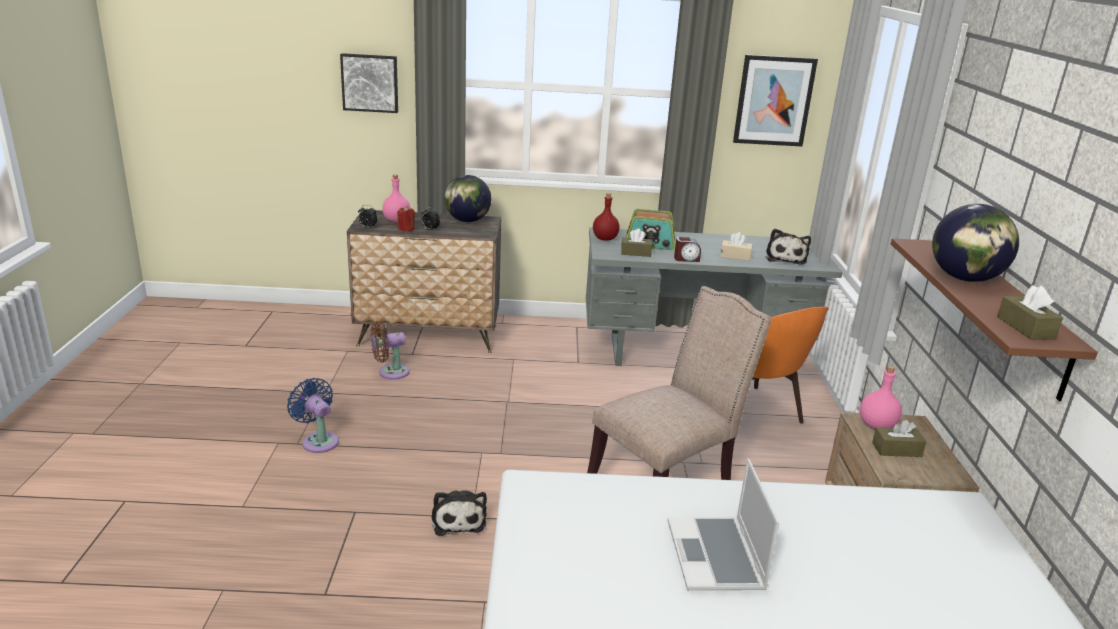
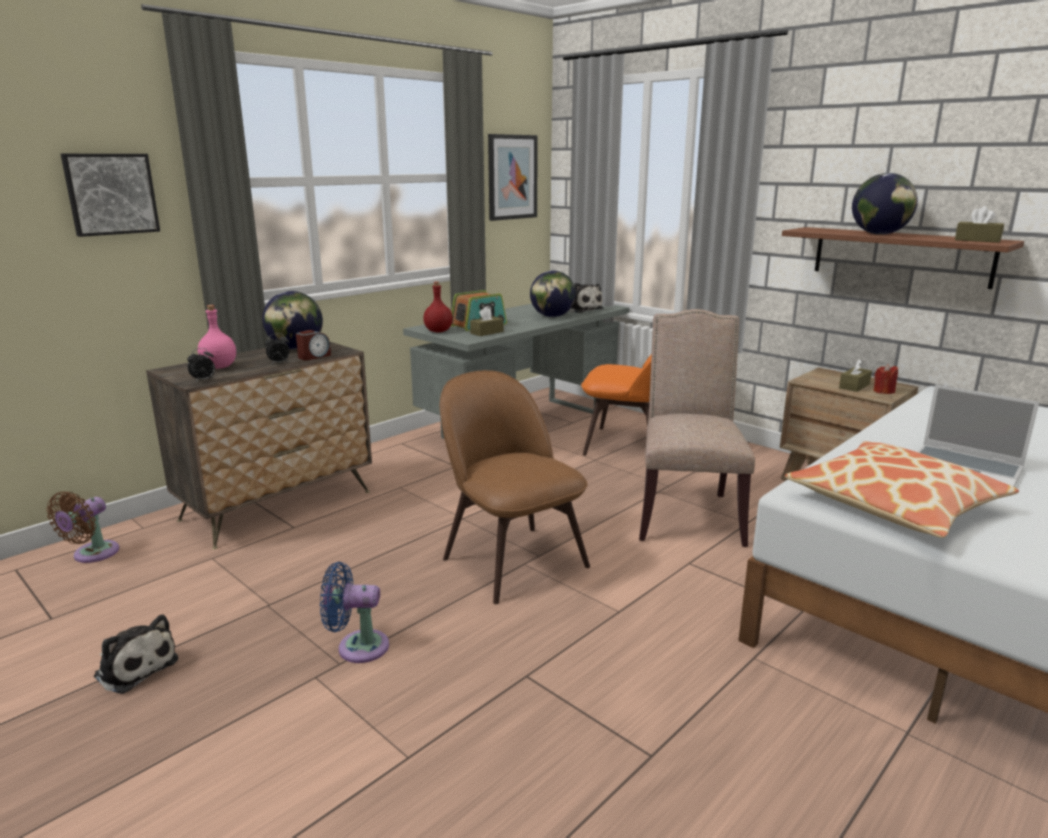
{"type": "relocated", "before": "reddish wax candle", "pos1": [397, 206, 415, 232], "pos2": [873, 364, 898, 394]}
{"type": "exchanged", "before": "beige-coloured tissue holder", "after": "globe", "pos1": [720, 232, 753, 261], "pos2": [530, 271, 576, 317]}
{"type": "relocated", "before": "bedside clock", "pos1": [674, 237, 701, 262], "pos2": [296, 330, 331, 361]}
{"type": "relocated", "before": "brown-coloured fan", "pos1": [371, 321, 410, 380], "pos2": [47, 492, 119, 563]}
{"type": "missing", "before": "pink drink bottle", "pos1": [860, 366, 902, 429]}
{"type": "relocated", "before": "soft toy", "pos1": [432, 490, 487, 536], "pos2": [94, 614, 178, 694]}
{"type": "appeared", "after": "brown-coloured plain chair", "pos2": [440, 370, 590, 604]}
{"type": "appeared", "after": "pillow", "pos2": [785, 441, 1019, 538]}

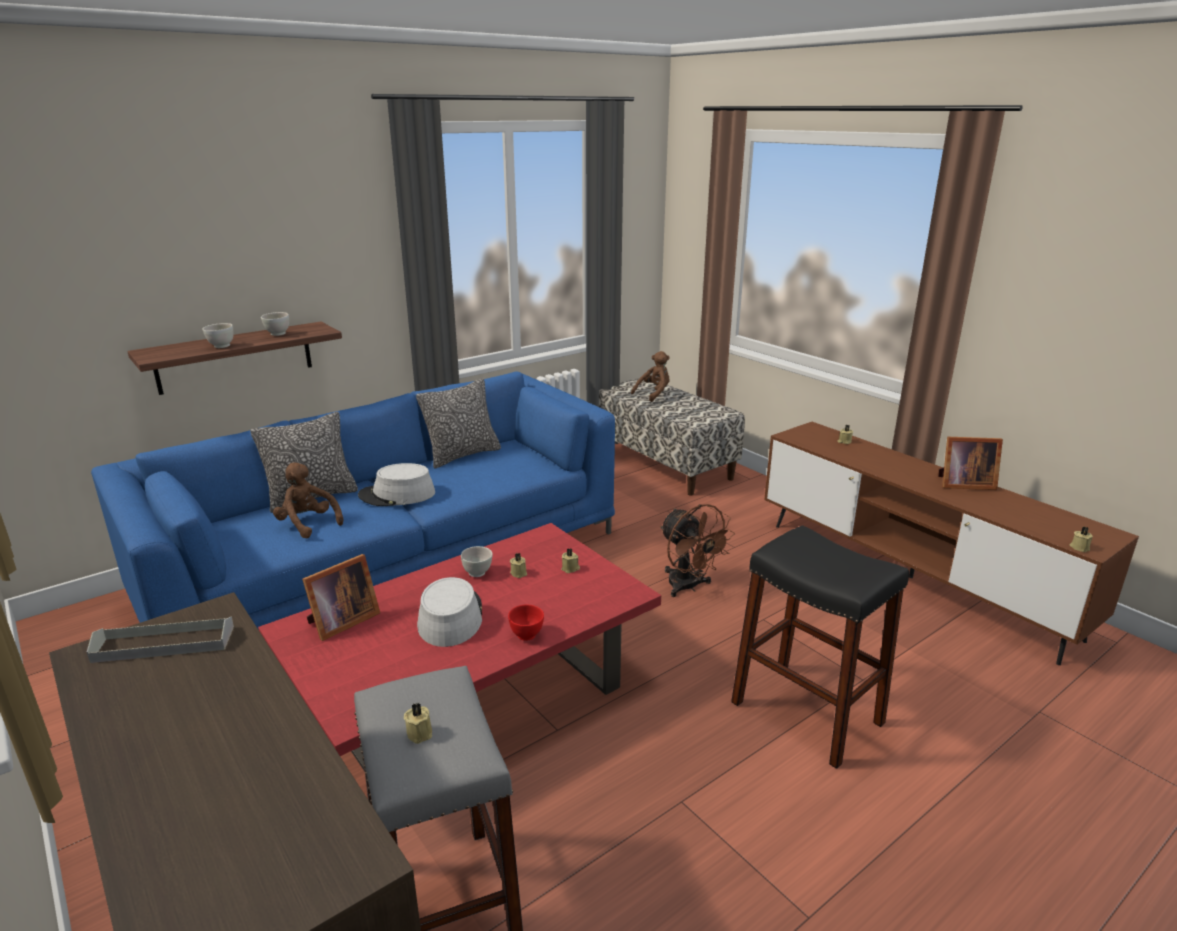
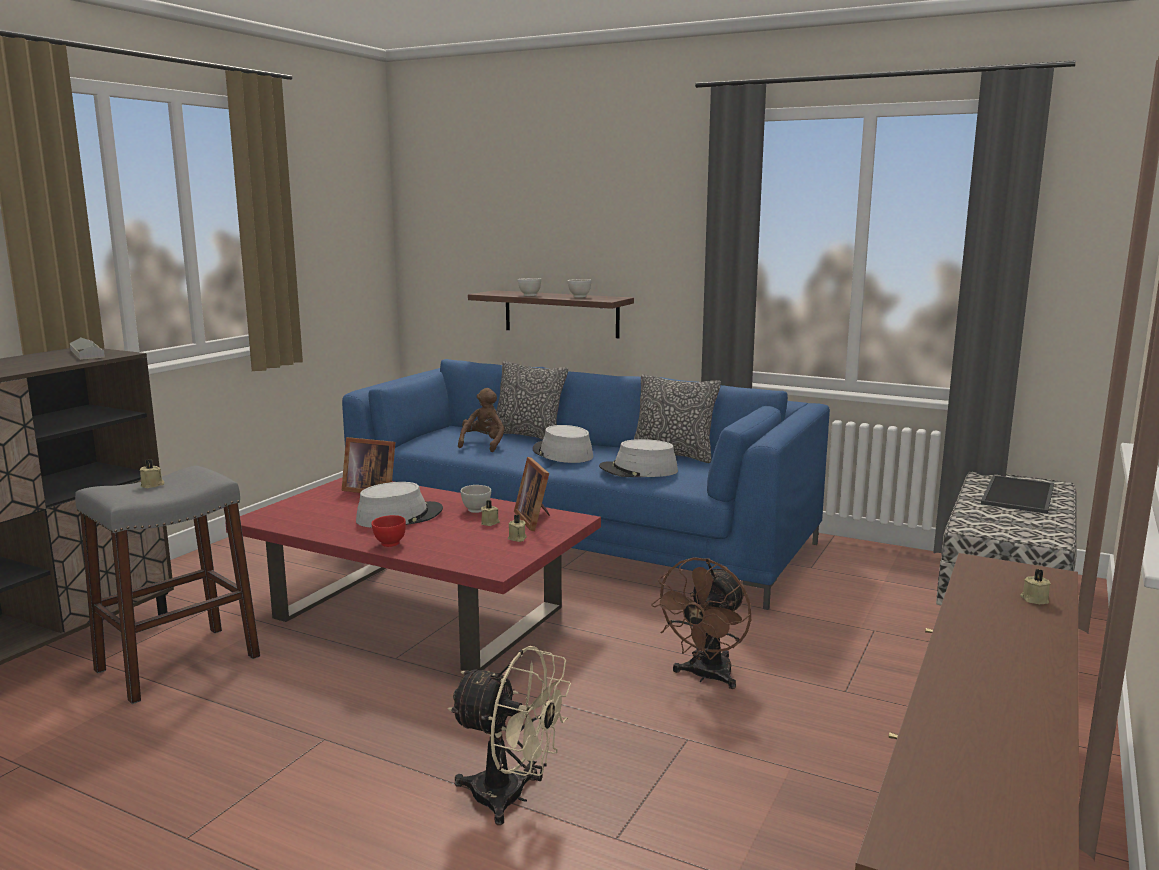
{"type": "exchanged", "before": "brown-coloured soft toy", "after": "serving tray", "pos1": [631, 351, 670, 402], "pos2": [981, 475, 1054, 514]}
{"type": "relocated", "before": "photo frame", "pos1": [939, 437, 1003, 490], "pos2": [514, 457, 550, 531]}
{"type": "exchanged", "before": "black stool", "after": "beige-coloured fan", "pos1": [731, 525, 909, 769], "pos2": [448, 646, 571, 825]}
{"type": "missing", "before": "beige-coloured wax candle", "pos1": [1070, 526, 1093, 552]}
{"type": "appeared", "after": "greyish clothing hat", "pos2": [599, 439, 678, 477]}

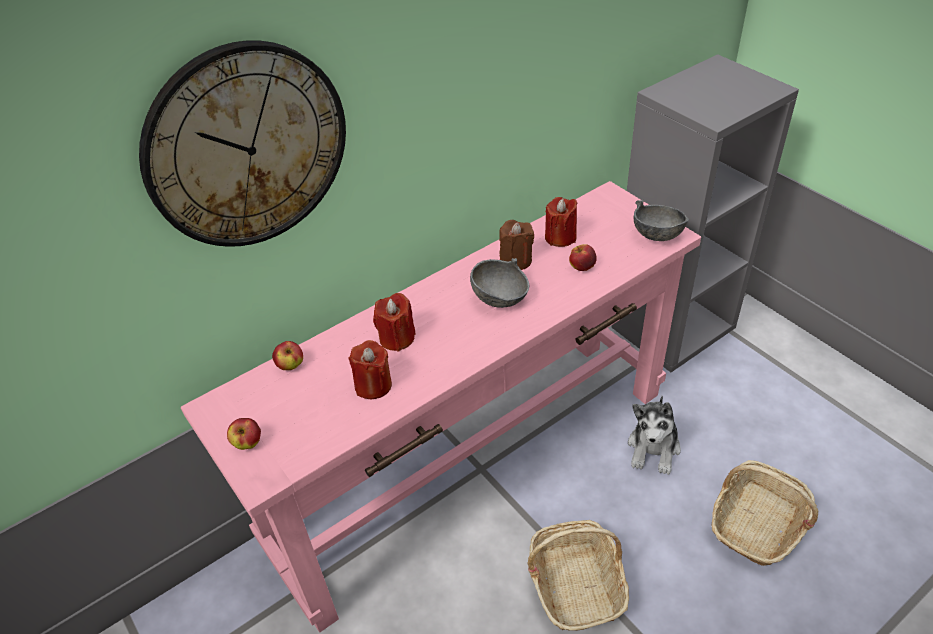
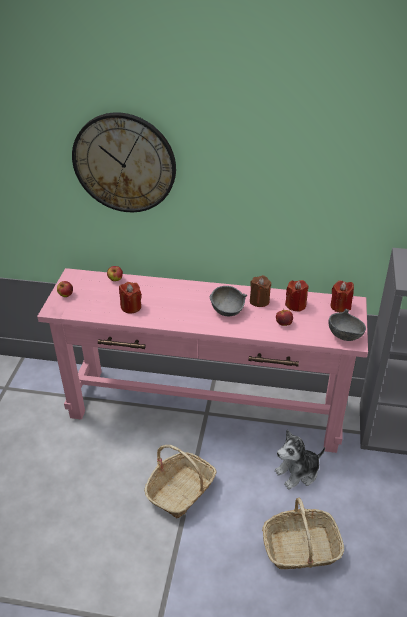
{"type": "relocated", "before": "reddish wax candle", "pos1": [373, 293, 416, 352], "pos2": [330, 280, 354, 312]}

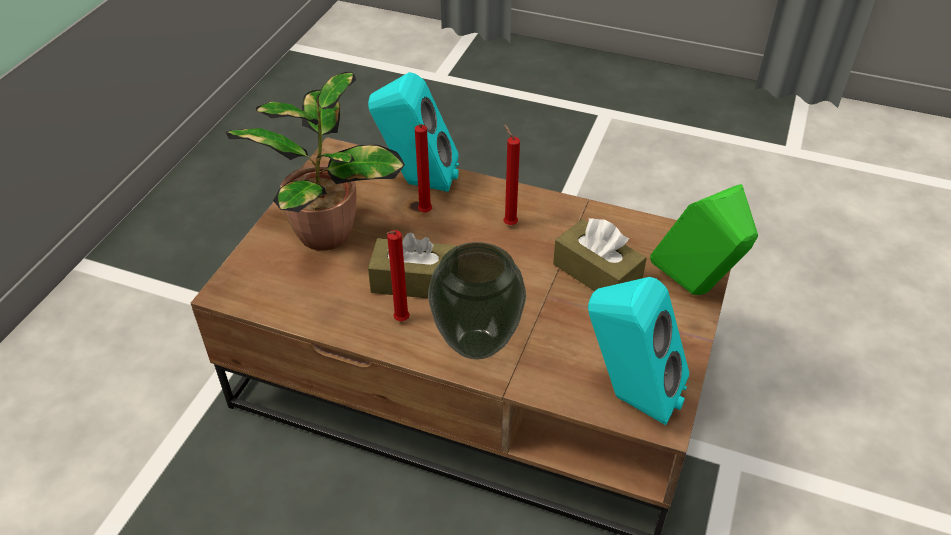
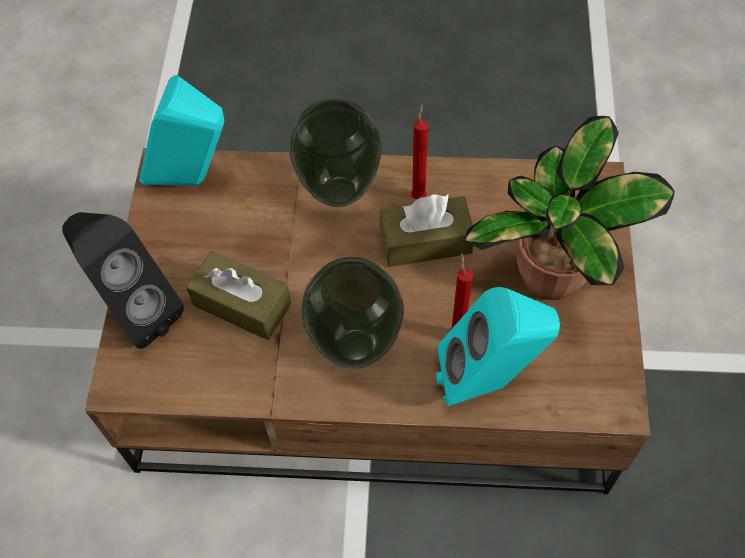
{"type": "exchanged", "before": "reddish wax candle", "after": "decorative vase", "pos1": [504, 124, 520, 225], "pos2": [301, 257, 404, 369]}
{"type": "colour", "before": "green-coloured speaker", "after": "black speaker", "pos1": [650, 184, 758, 295], "pos2": [63, 212, 184, 349]}

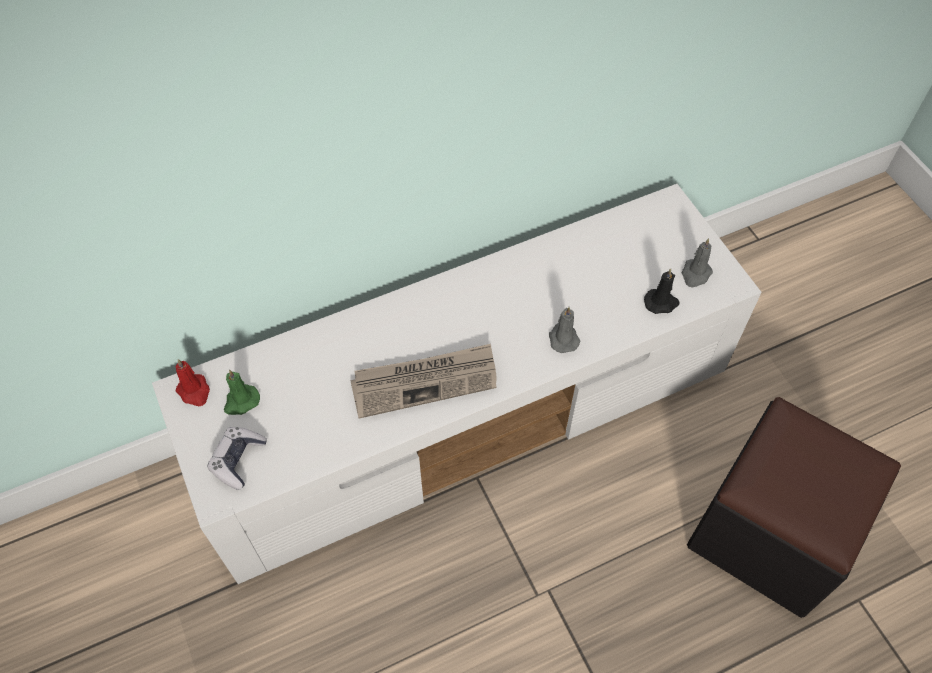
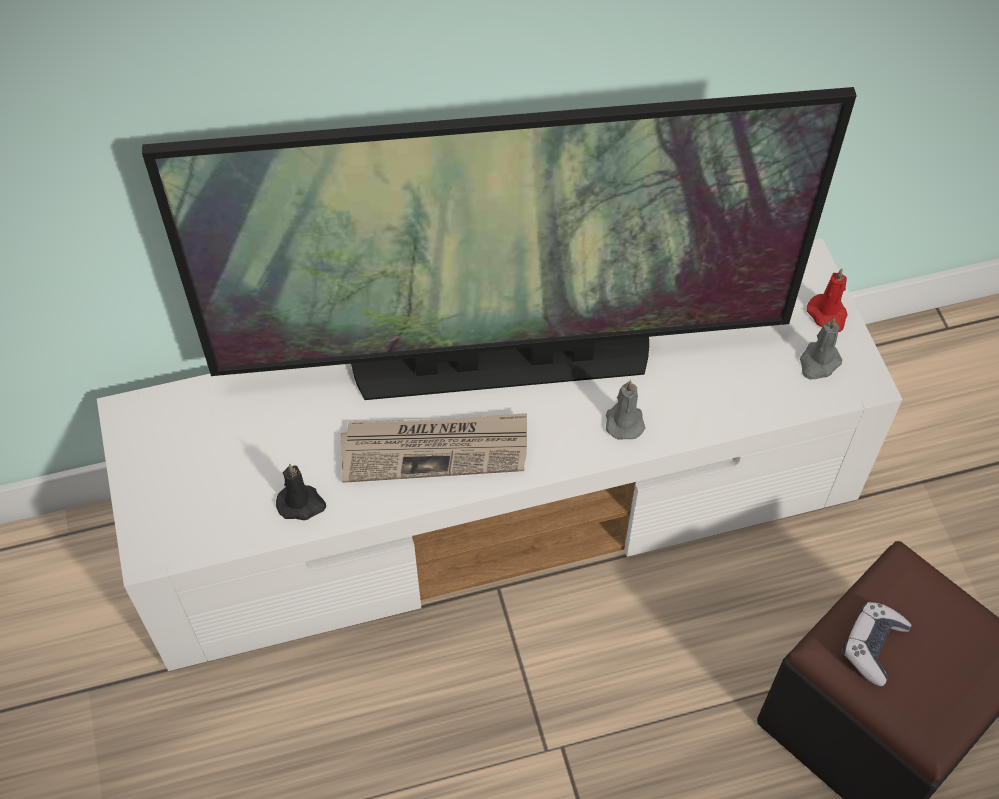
{"type": "relocated", "before": "black wax candle", "pos1": [644, 269, 680, 314], "pos2": [276, 464, 326, 520]}
{"type": "relocated", "before": "reddish wax candle", "pos1": [175, 359, 210, 406], "pos2": [807, 268, 848, 332]}
{"type": "missing", "before": "green-coloured wax candle", "pos1": [224, 370, 260, 415]}
{"type": "relocated", "before": "gamepad", "pos1": [208, 427, 267, 490], "pos2": [842, 602, 911, 686]}
{"type": "appeared", "after": "TV set", "pos2": [142, 87, 857, 400]}

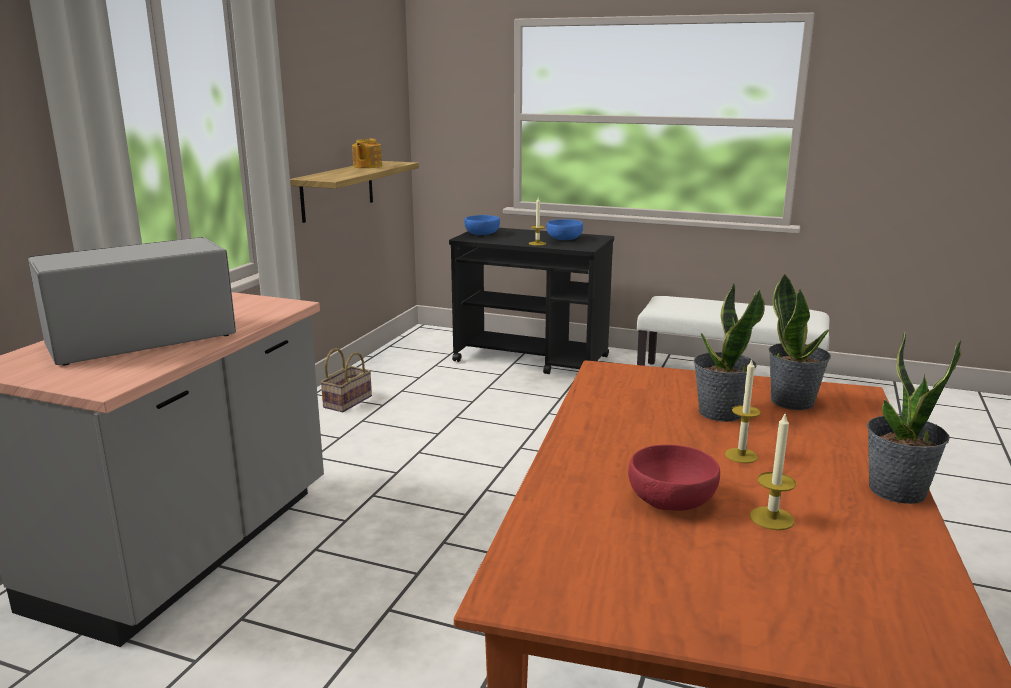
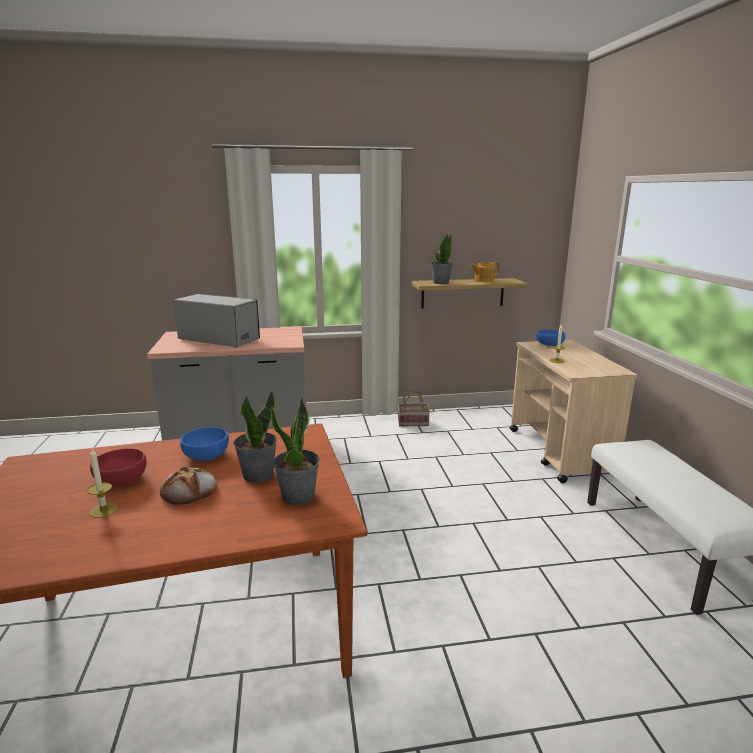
{"type": "relocated", "before": "blue bowl", "pos1": [547, 219, 583, 240], "pos2": [180, 427, 229, 461]}
{"type": "colour", "before": "black cart", "after": "beige-coloured cart", "pos1": [449, 228, 614, 374], "pos2": [510, 340, 637, 483]}
{"type": "relocated", "before": "potted plant", "pos1": [867, 332, 961, 504], "pos2": [431, 234, 453, 284]}
{"type": "exchanged", "before": "wax candle", "after": "bakery bread", "pos1": [725, 359, 761, 463], "pos2": [160, 466, 217, 505]}

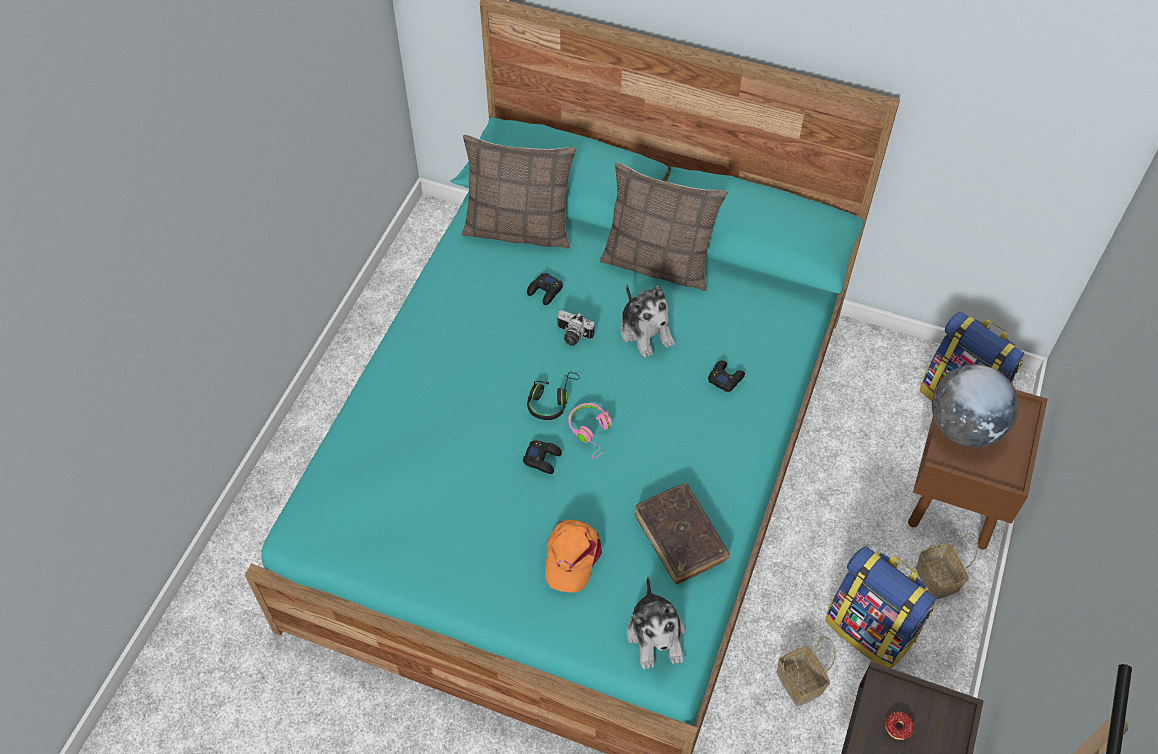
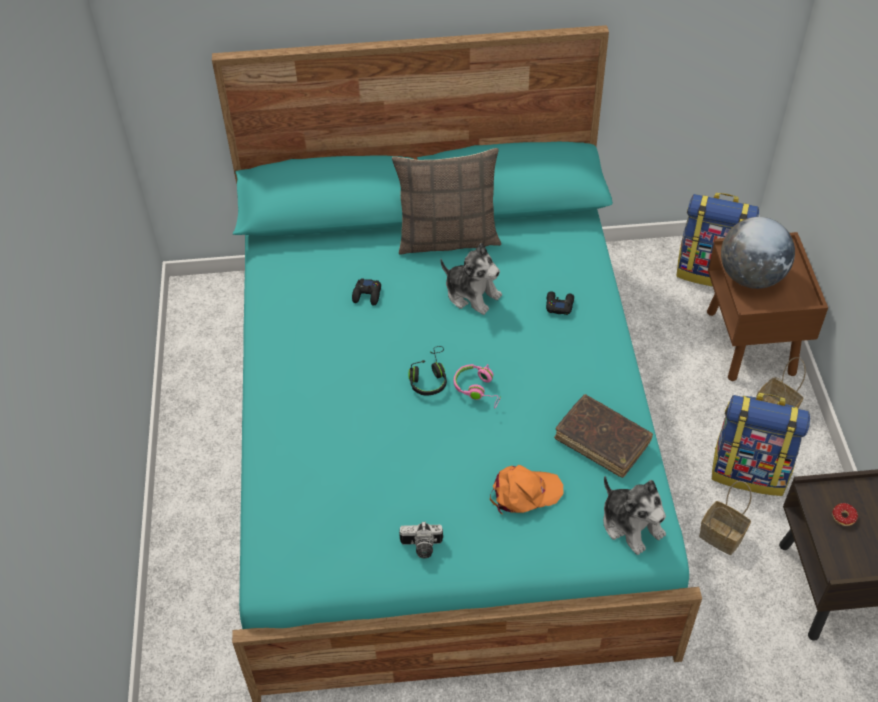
{"type": "missing", "before": "pillow", "pos1": [462, 135, 577, 249]}
{"type": "relocated", "before": "still camera", "pos1": [557, 310, 595, 346], "pos2": [399, 521, 443, 558]}
{"type": "missing", "before": "black gamepad", "pos1": [523, 440, 562, 474]}
{"type": "spun", "before": "orange-coloured baseball cap", "pos1": [545, 519, 602, 593], "pos2": [490, 465, 563, 515], "turn": -90}

